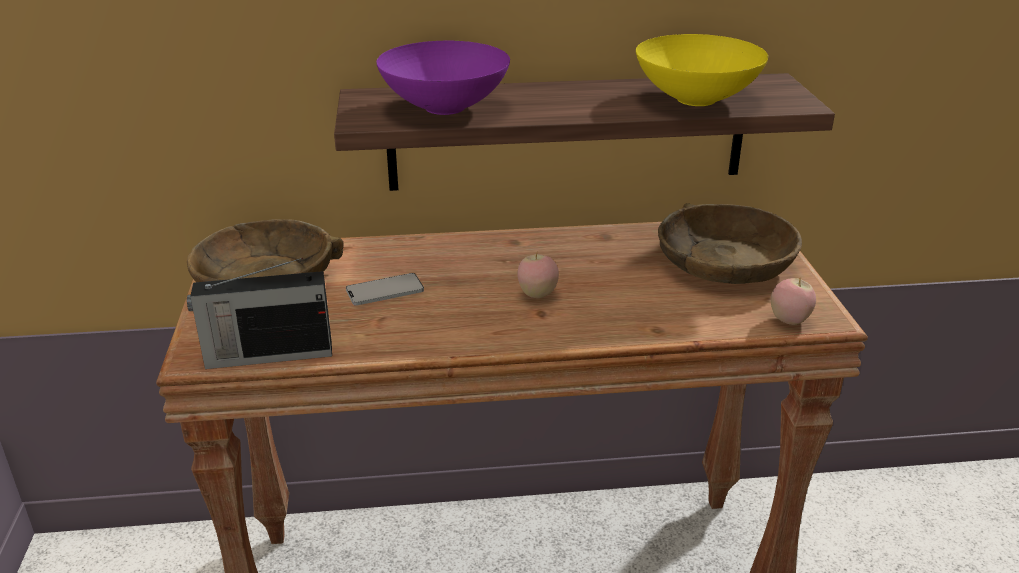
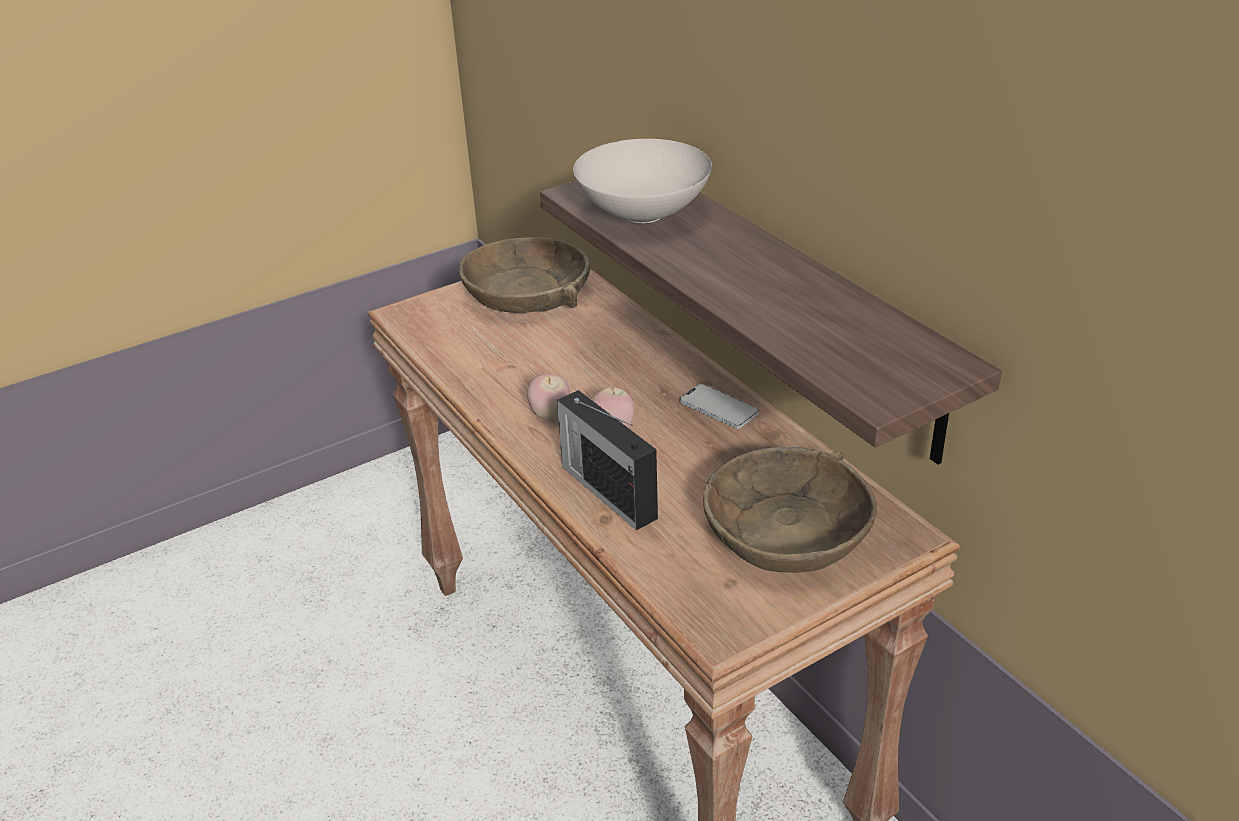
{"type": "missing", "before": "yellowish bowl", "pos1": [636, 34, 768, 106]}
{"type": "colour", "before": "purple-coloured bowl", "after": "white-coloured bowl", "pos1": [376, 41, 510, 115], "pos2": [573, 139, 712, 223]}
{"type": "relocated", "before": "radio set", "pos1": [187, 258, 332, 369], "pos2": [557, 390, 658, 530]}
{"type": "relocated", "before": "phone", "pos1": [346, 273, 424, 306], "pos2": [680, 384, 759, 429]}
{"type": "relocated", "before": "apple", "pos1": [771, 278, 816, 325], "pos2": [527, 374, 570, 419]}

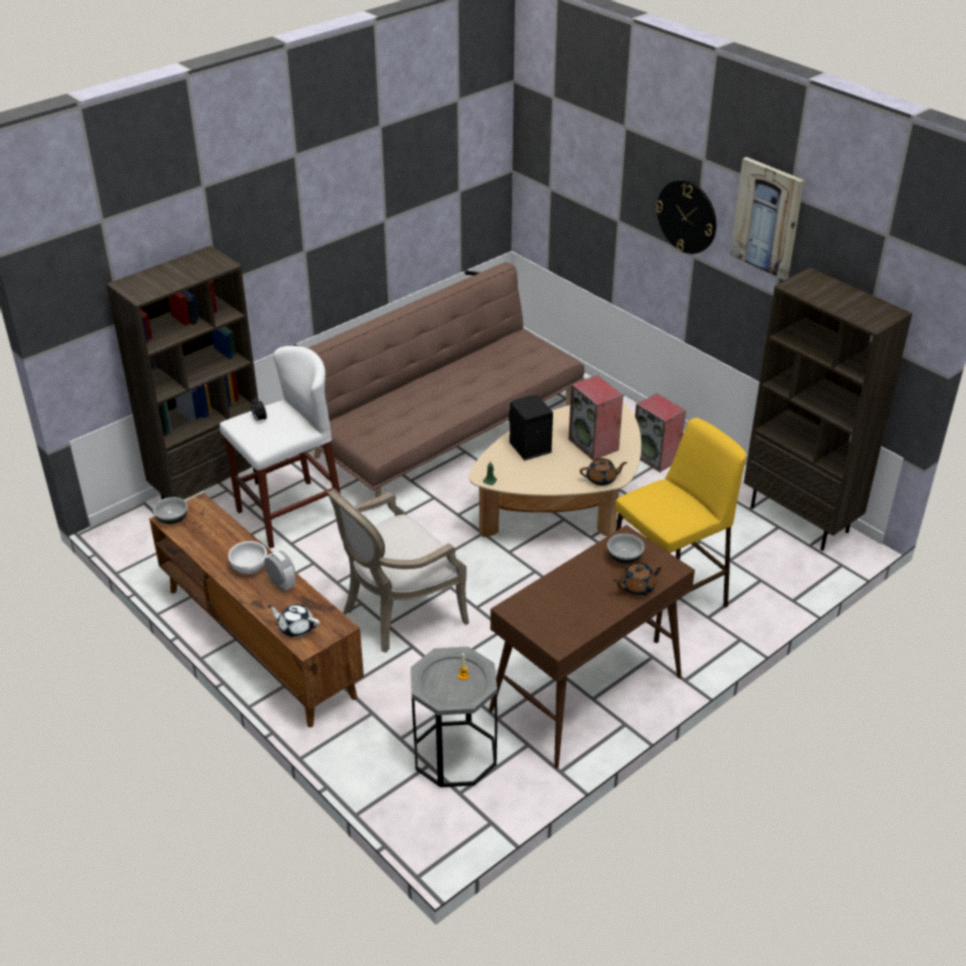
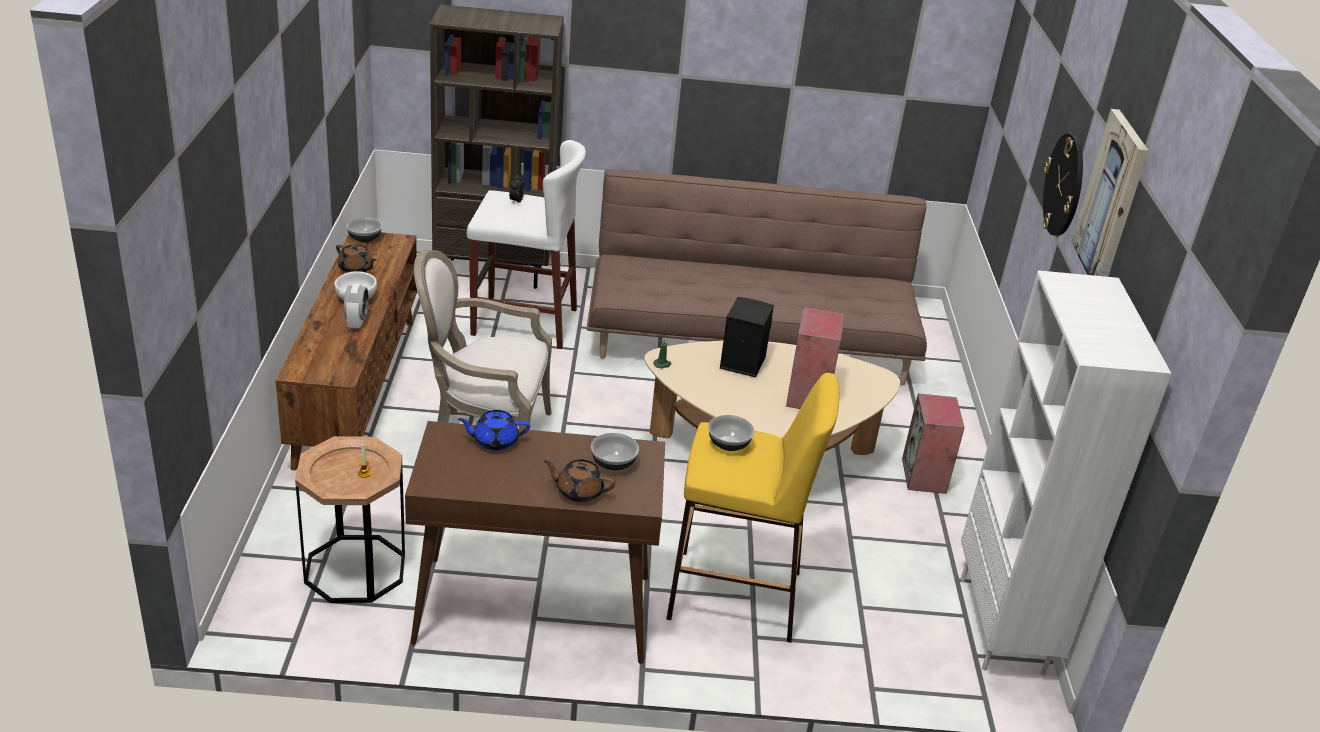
{"type": "colour", "before": "brown-coloured shelving unit", "after": "white-coloured shelving unit", "pos1": [744, 268, 912, 551], "pos2": [961, 270, 1172, 675]}
{"type": "relocated", "before": "brown-coloured teapot", "pos1": [580, 458, 628, 486], "pos2": [336, 244, 376, 273]}
{"type": "missing", "before": "white-coloured teapot", "pos1": [268, 604, 320, 637]}
{"type": "colour", "before": "greyish side table", "after": "brown-coloured side table", "pos1": [411, 647, 497, 787], "pos2": [295, 436, 405, 603]}
{"type": "appeared", "after": "blue teapot", "pos2": [458, 410, 530, 451]}
{"type": "appeared", "after": "bowl", "pos2": [708, 415, 755, 451]}

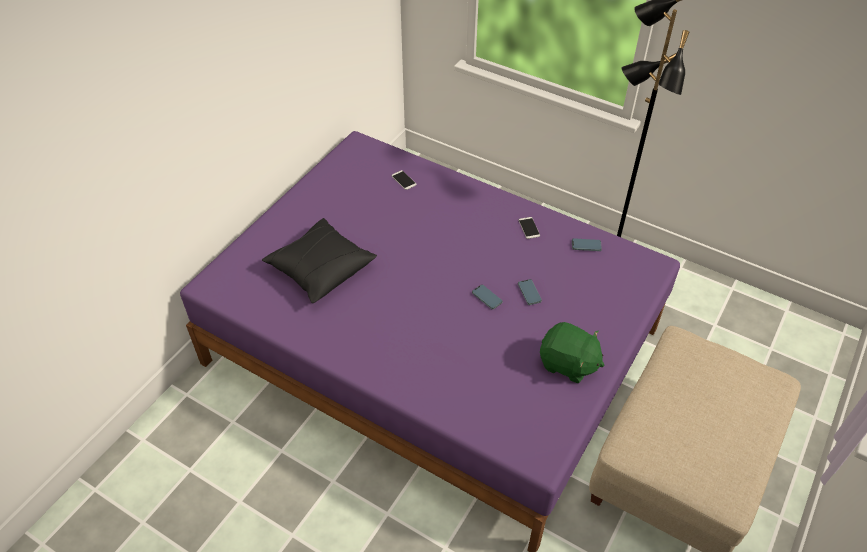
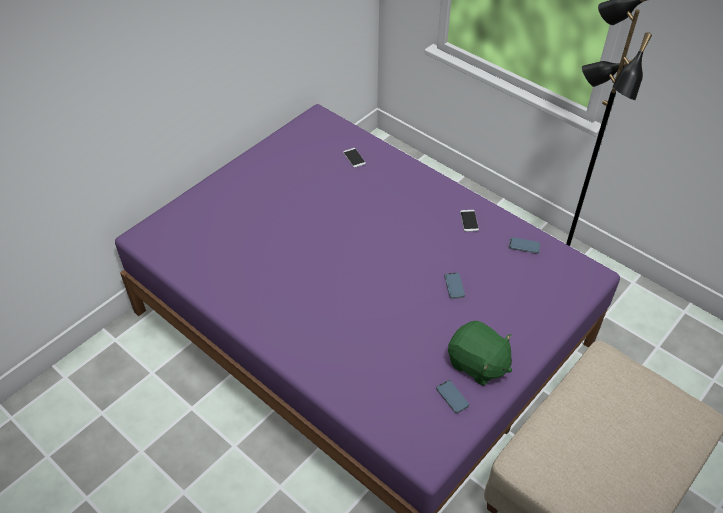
{"type": "missing", "before": "black pillow", "pos1": [262, 218, 377, 303]}
{"type": "relocated", "before": "phone", "pos1": [472, 285, 503, 310], "pos2": [436, 380, 469, 414]}

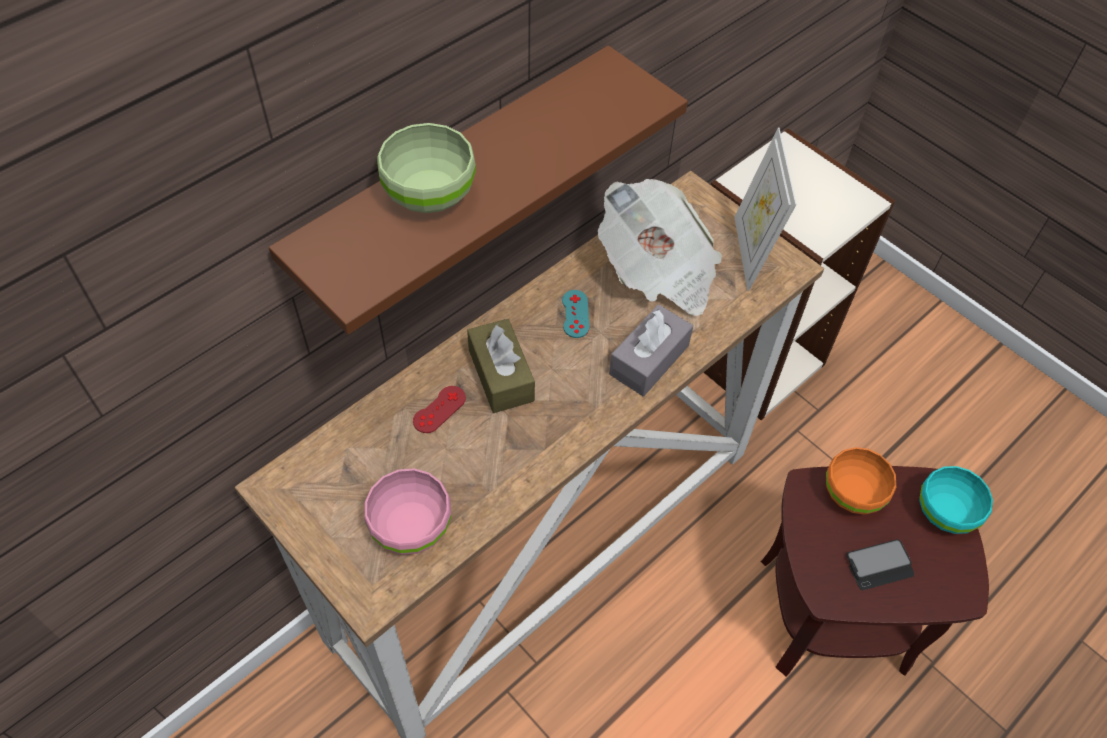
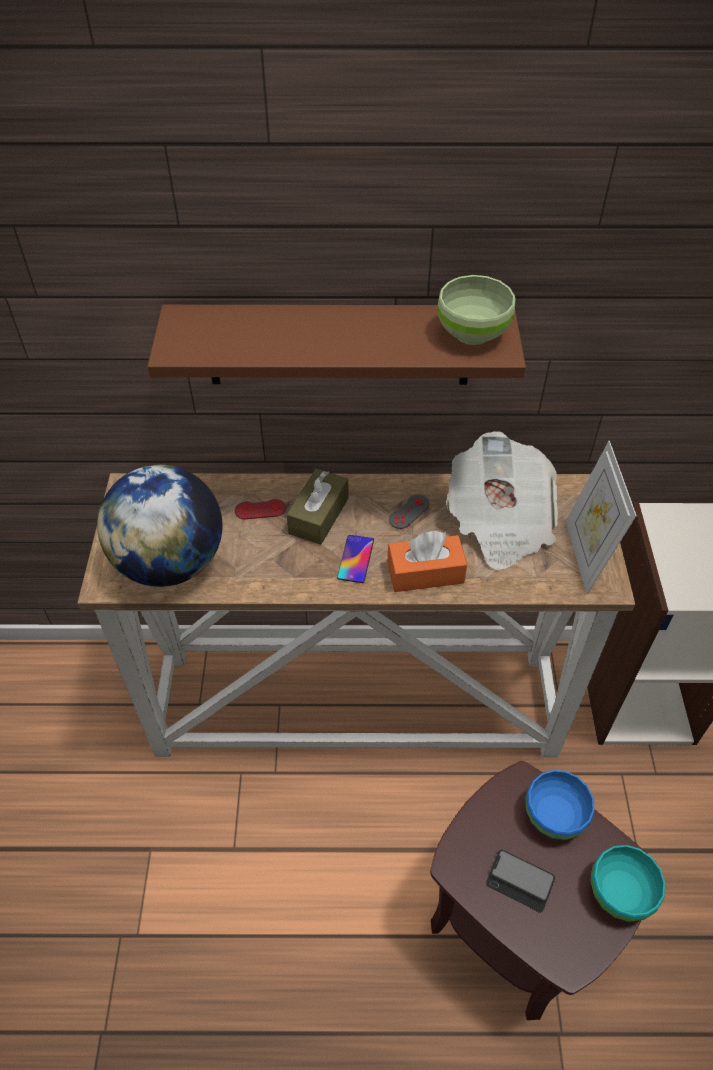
{"type": "relocated", "before": "green-coloured bowl", "pos1": [377, 123, 476, 213], "pos2": [437, 275, 515, 345]}
{"type": "spun", "before": "photo frame", "pos1": [734, 127, 797, 291], "pos2": [566, 441, 637, 594], "turn": -45}
{"type": "colour", "before": "turquoise-coloured gamepad", "after": "greyish gamepad", "pos1": [562, 290, 590, 338], "pos2": [389, 495, 429, 529]}
{"type": "colour", "before": "greyish tissue holder", "after": "orange-coloured tissue holder", "pos1": [609, 304, 693, 396], "pos2": [387, 531, 467, 592]}
{"type": "colour", "before": "orange-coloured bowl", "after": "blue bowl", "pos1": [826, 447, 896, 515], "pos2": [526, 770, 595, 840]}
{"type": "exchanged", "before": "pink bowl", "after": "globe", "pos1": [364, 468, 451, 555], "pos2": [97, 465, 222, 587]}
{"type": "appeared", "after": "phone", "pos2": [337, 535, 374, 583]}

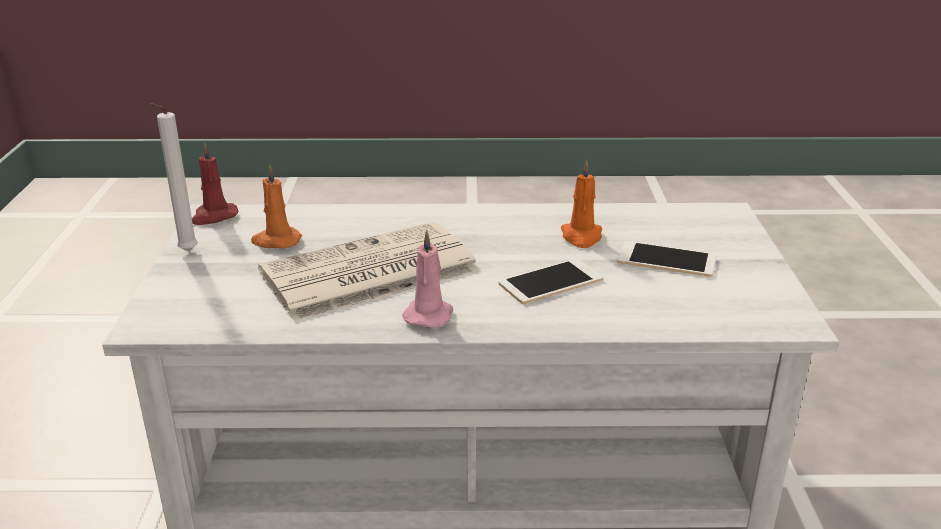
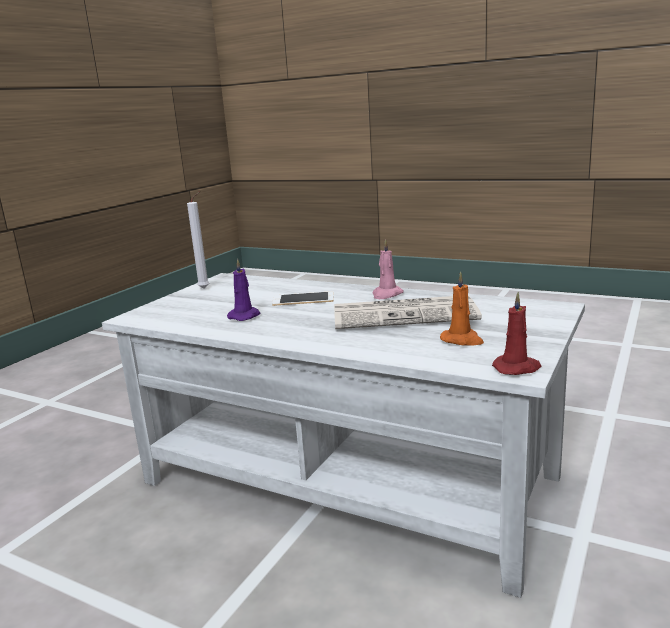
{"type": "relocated", "before": "white-coloured wax candle", "pos1": [150, 103, 198, 252], "pos2": [187, 191, 209, 289]}
{"type": "colour", "before": "orange-coloured wax candle", "after": "purple-coloured wax candle", "pos1": [561, 160, 602, 248], "pos2": [227, 259, 260, 321]}
{"type": "missing", "before": "phone", "pos1": [617, 241, 716, 277]}

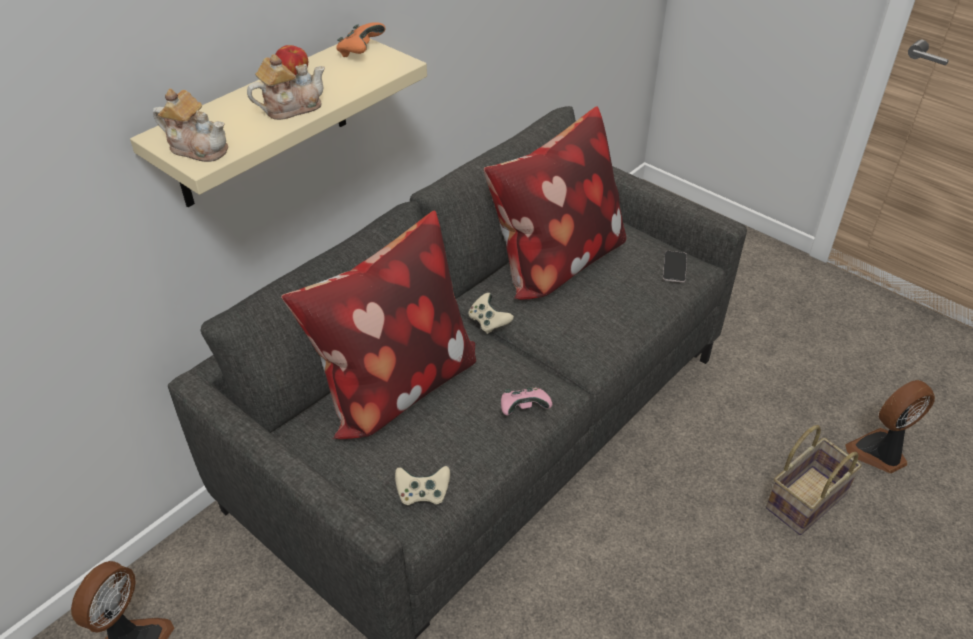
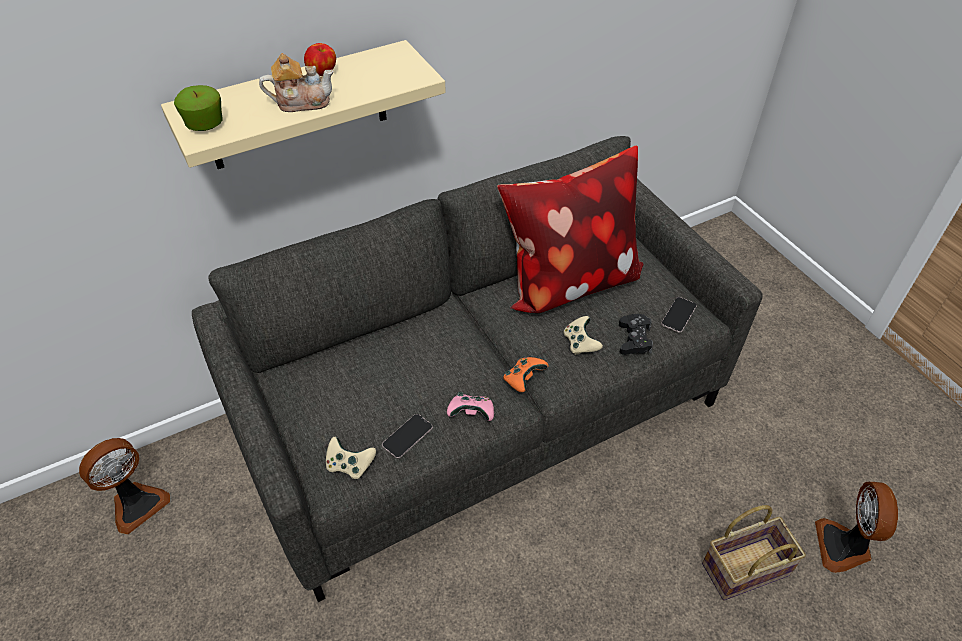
{"type": "relocated", "before": "orange-coloured gamepad", "pos1": [336, 22, 386, 57], "pos2": [503, 357, 549, 392]}
{"type": "exchanged", "before": "teapot", "after": "apple", "pos1": [153, 89, 228, 162], "pos2": [174, 85, 223, 131]}
{"type": "missing", "before": "pillow", "pos1": [281, 210, 476, 439]}
{"type": "relocated", "before": "beige-coloured gamepad", "pos1": [468, 293, 514, 334], "pos2": [563, 316, 603, 355]}
{"type": "spun", "before": "fan", "pos1": [845, 380, 935, 473], "pos2": [815, 482, 898, 573], "turn": -75}
{"type": "appeared", "after": "black gamepad", "pos2": [619, 314, 653, 355]}
{"type": "appeared", "after": "phone", "pos2": [382, 414, 433, 458]}

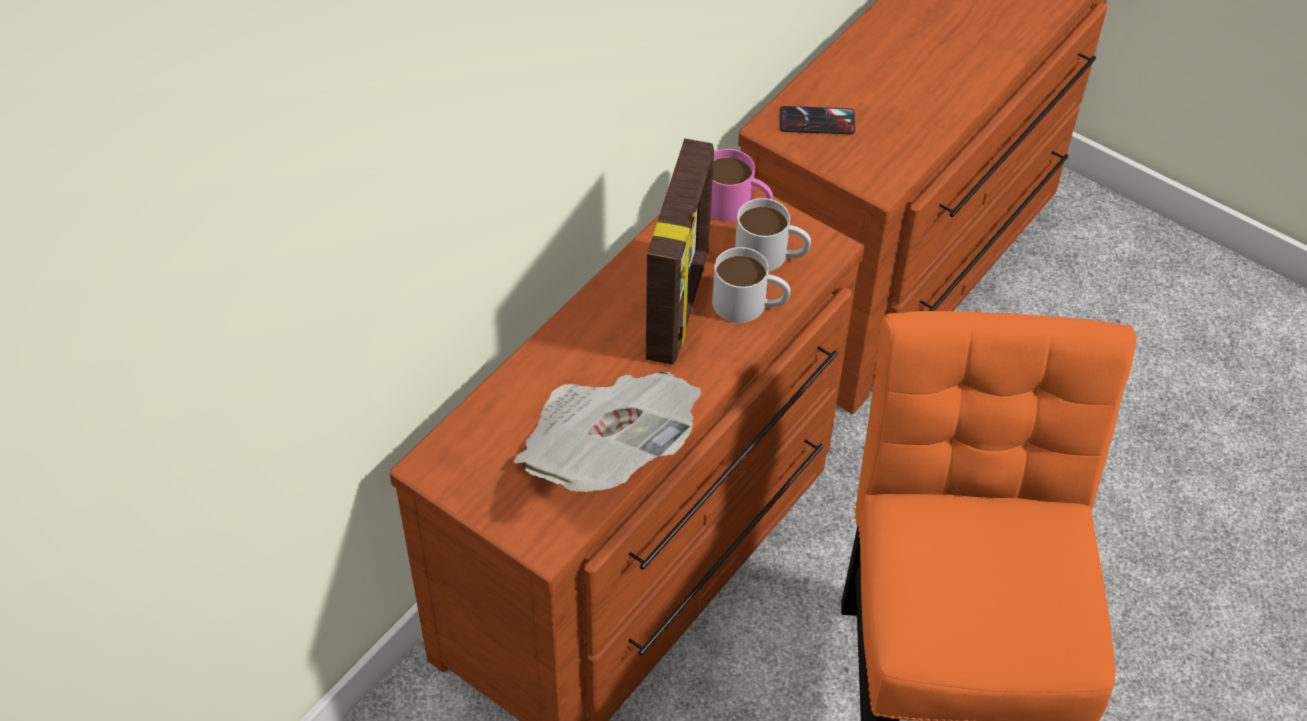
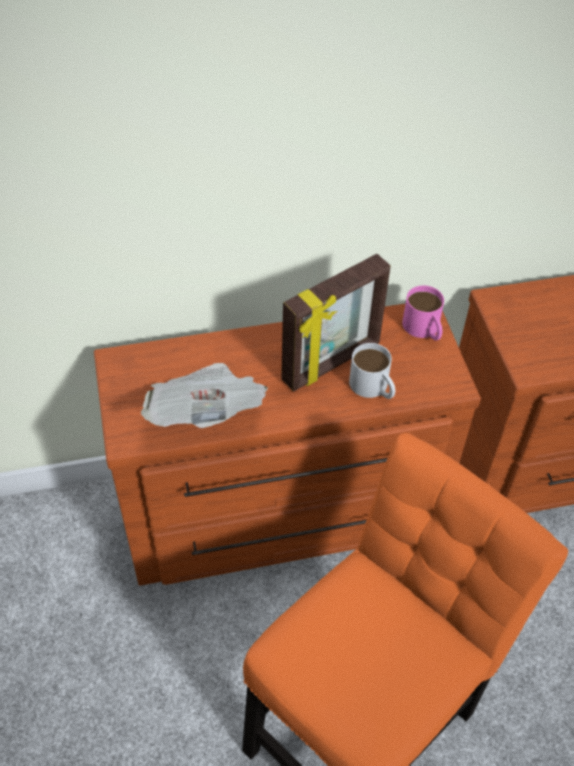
{"type": "missing", "before": "phone", "pos1": [780, 106, 855, 134]}
{"type": "missing", "before": "white-coloured mug", "pos1": [735, 198, 811, 272]}

